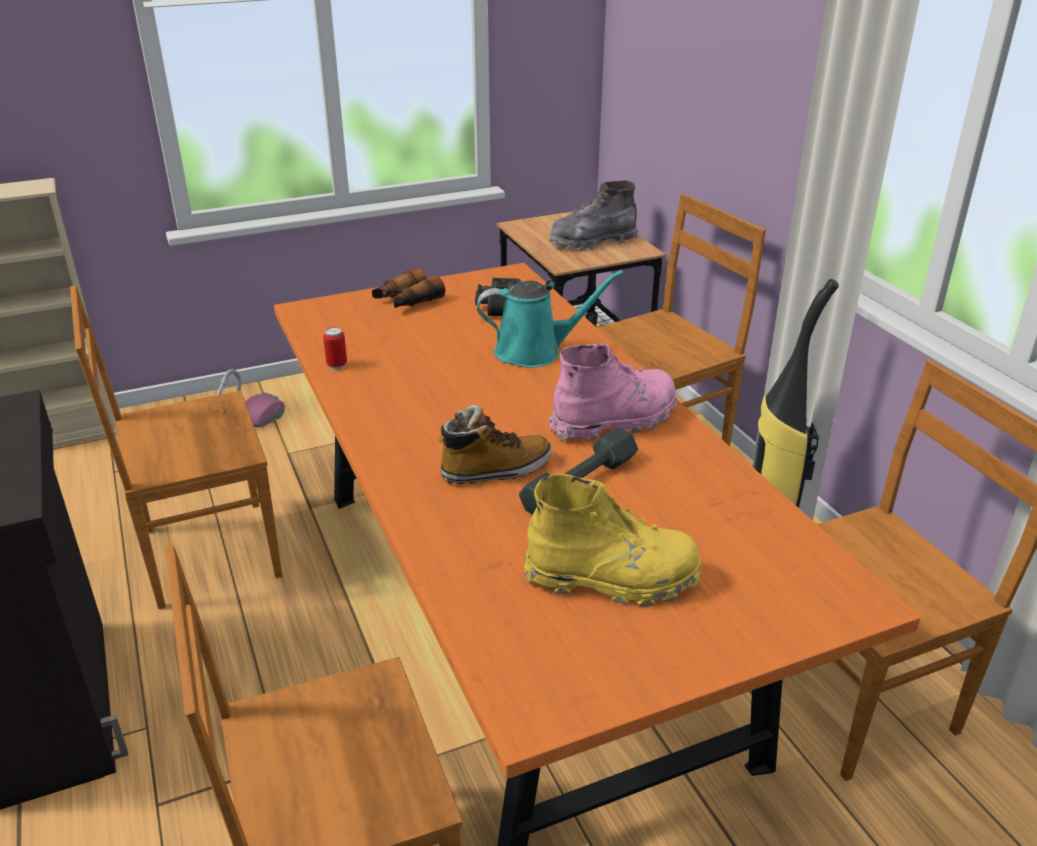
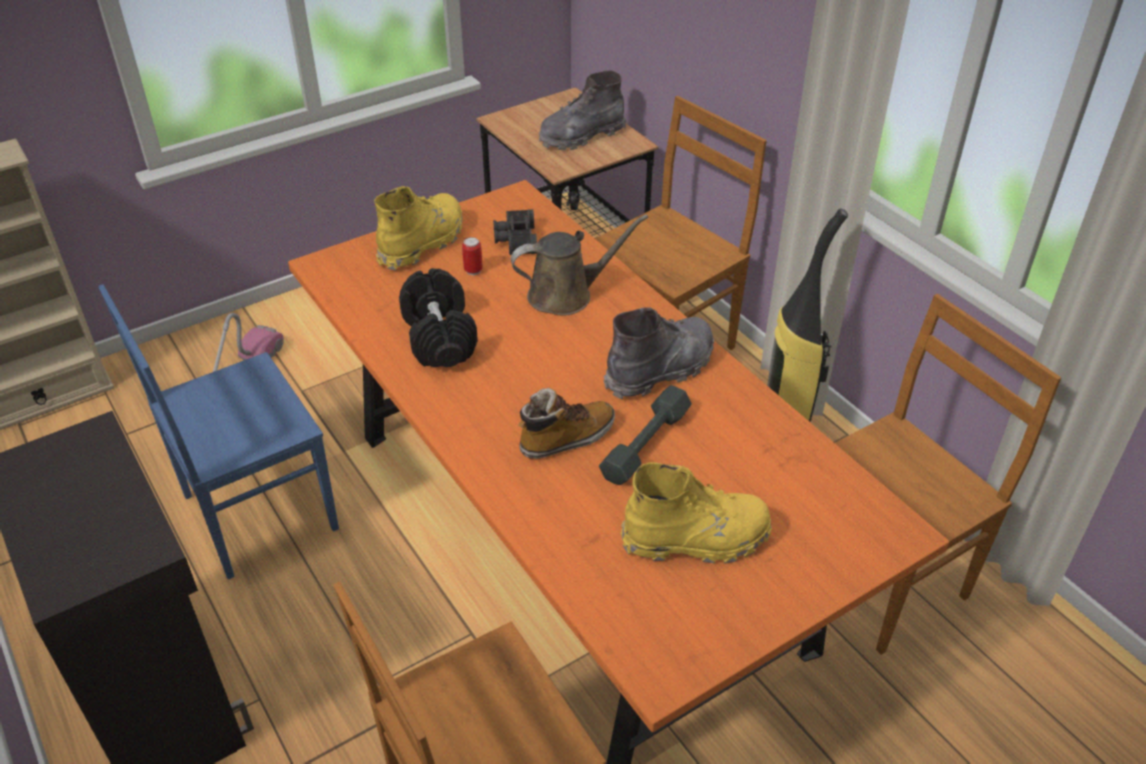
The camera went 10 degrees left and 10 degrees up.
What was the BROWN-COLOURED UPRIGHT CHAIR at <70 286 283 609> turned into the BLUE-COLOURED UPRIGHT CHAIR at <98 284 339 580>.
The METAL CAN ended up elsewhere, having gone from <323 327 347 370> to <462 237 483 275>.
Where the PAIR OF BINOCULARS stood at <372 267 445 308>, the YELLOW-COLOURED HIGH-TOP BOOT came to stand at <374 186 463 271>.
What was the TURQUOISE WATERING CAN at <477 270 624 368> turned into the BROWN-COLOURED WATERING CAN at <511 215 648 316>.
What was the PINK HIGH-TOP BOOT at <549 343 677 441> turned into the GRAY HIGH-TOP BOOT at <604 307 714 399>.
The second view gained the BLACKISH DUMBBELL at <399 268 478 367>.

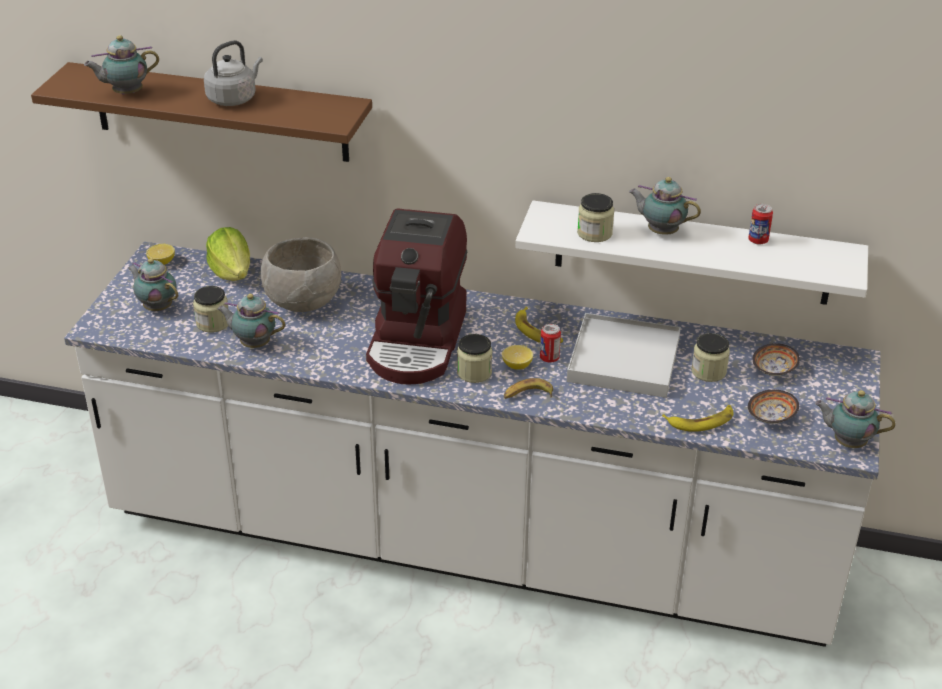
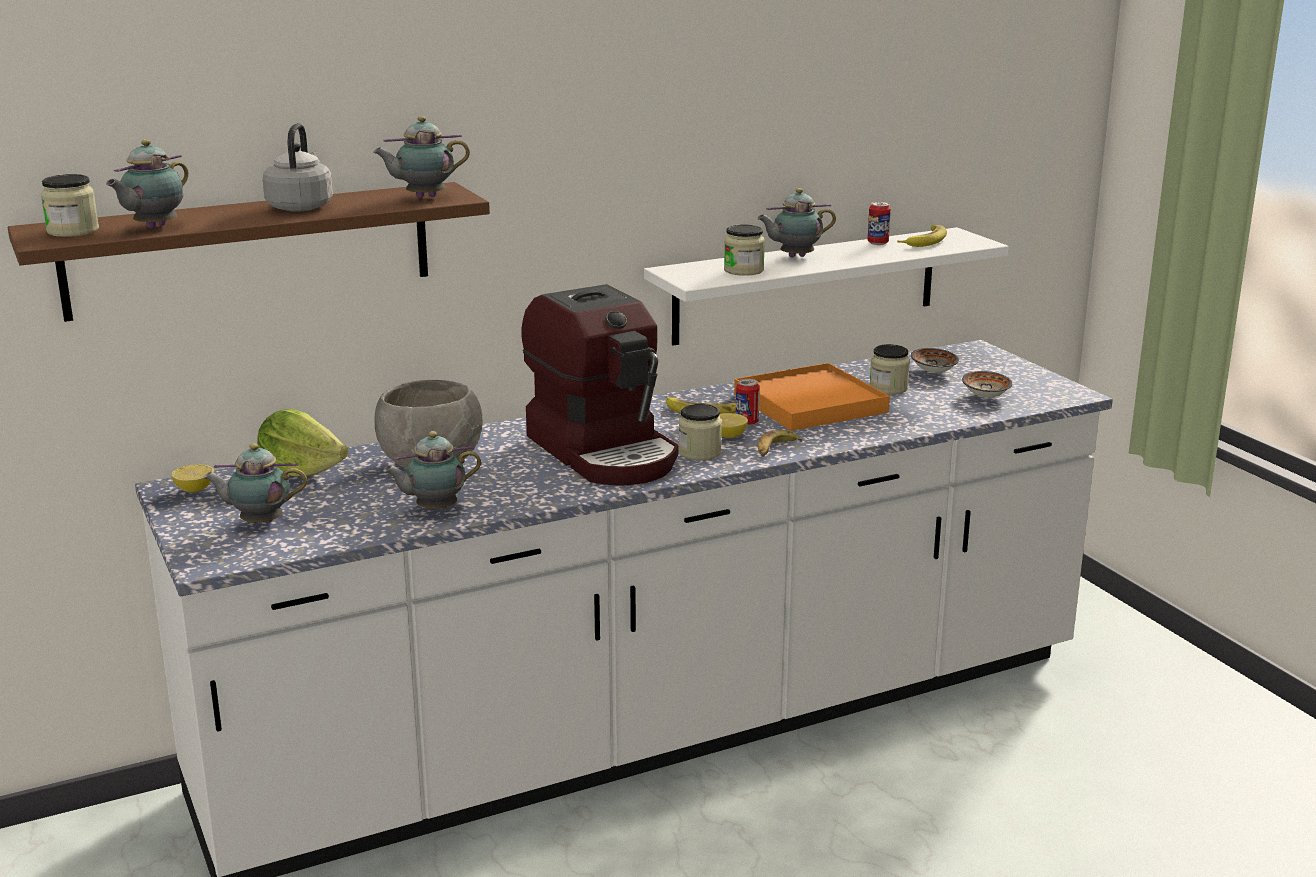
The camera went 40 degrees left and 15 degrees down.
The PRESERVE JAR ended up elsewhere, having gone from <193 286 228 333> to <41 174 99 237>.
What was the WHITE-COLOURED CARRYING TRAY at <567 313 681 398> turned into the ORANGE CARRYING TRAY at <734 363 890 431>.
The WHOLE BANANA ended up elsewhere, having gone from <662 405 733 432> to <897 225 947 247>.
The TEA POT ended up elsewhere, having gone from <815 390 896 448> to <373 116 470 198>.

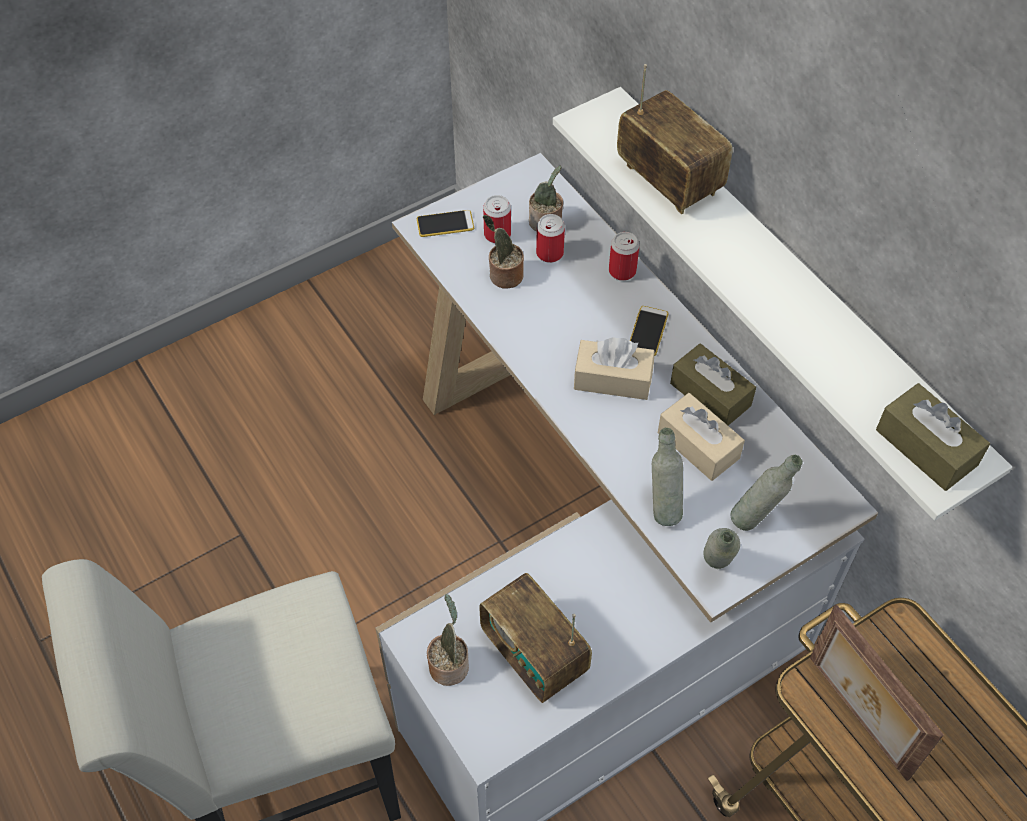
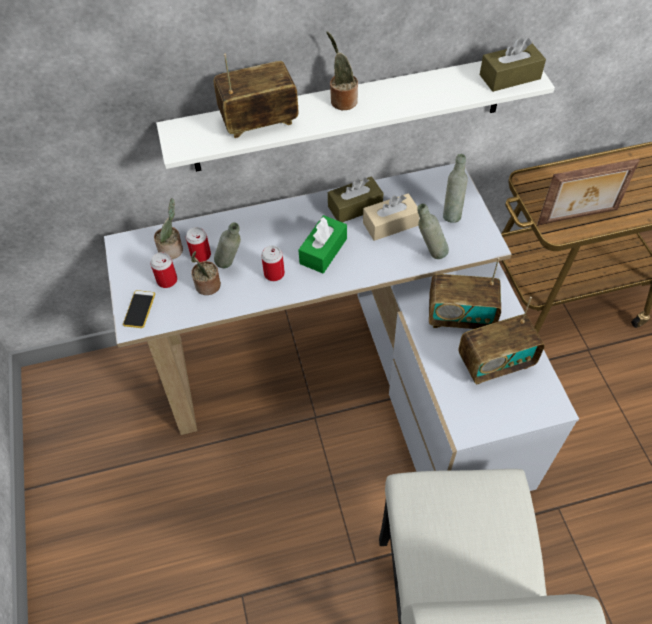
The camera went 70 degrees left and 0 degrees up.
The POTTED PLANT ended up elsewhere, having gone from <427 594 469 686> to <326 32 358 110>.
What was the SAND-COLOURED TISSUE BOX at <574 337 655 400> turned into the GREENISH TISSUE BOX at <298 215 347 273>.
The METAL CAN ended up elsewhere, having gone from <609 232 639 281> to <261 246 285 281>.
The second view lost the TELEPHONE at <630 306 668 356>.
The GRAY BEVERAGE BOTTLE ended up elsewhere, having gone from <703 528 740 569> to <214 222 241 268>.
The second view gained the RADIO RECEIVER at <429 258 501 329>.

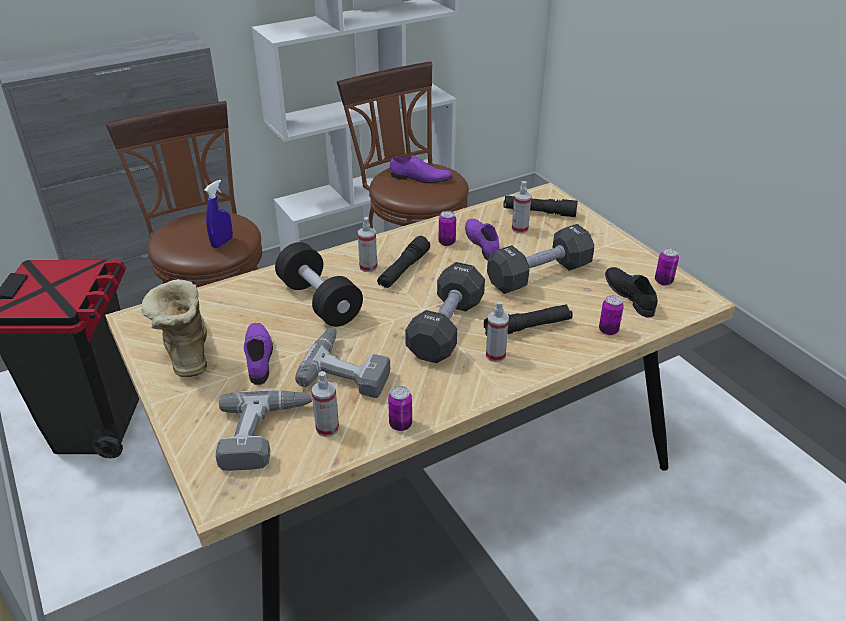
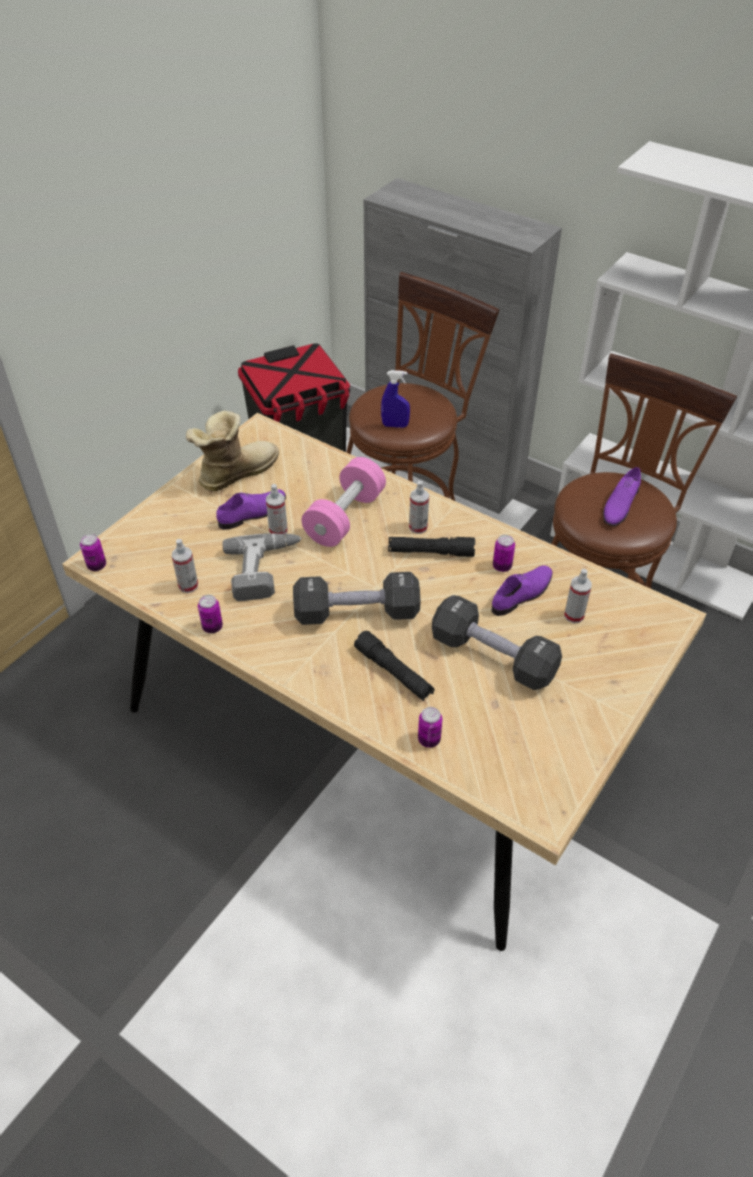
The camera went 65 degrees right and 10 degrees up.
The second view lost the POWER DRILL at <215 390 312 471>.
What was the BLACKISH DUMBBELL at <275 242 363 327> turned into the PINK DUMBBELL at <302 457 386 547>.
The PURPLE-COLOURED ITEM OF FOOTWEAR at <390 155 453 183> ended up facing another way, 45 degrees clockwise from before.
The HAND SPRAYER ended up elsewhere, having gone from <486 301 509 362> to <266 484 288 534>.
The second view lost the BLACKISH HAND TORCH at <503 196 578 217>.
The second view lost the BLACKISH ITEM OF FOOTWEAR at <605 267 658 318>.
The METAL CAN ended up elsewhere, having gone from <655 248 679 285> to <80 534 106 571>.

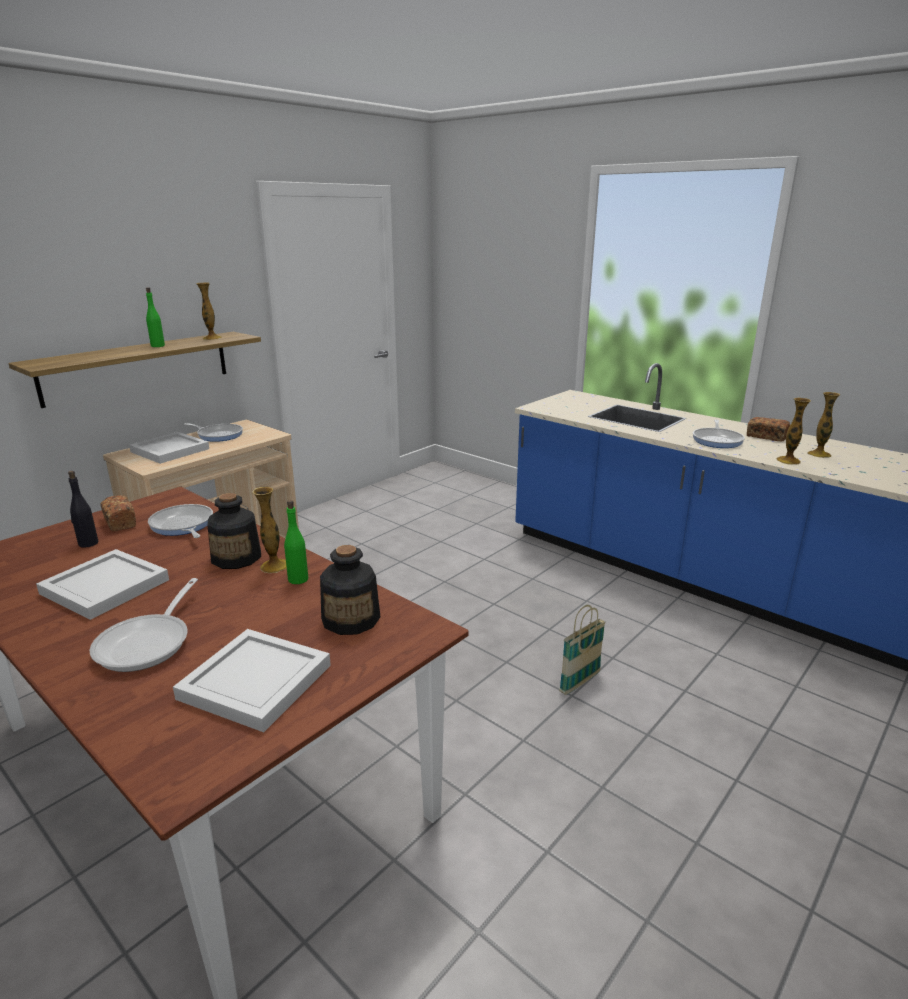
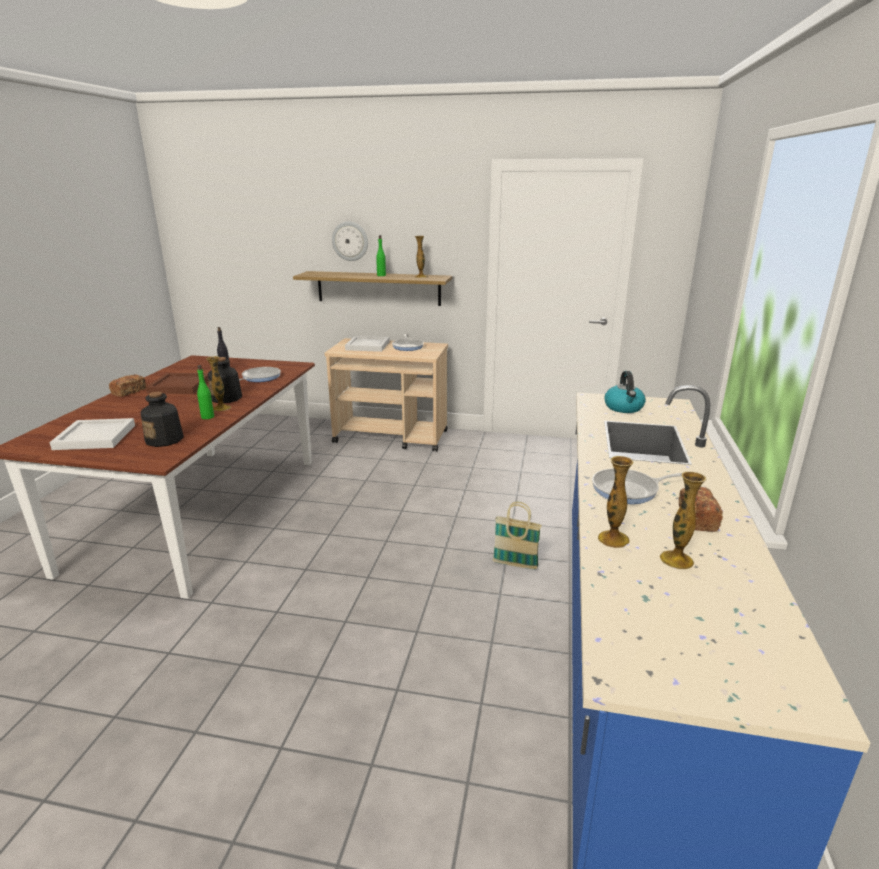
The camera went 60 degrees right and 0 degrees up.
What was the WHITE-COLOURED CARRYING TRAY at <36 549 169 620> turned into the BROWN-COLOURED CARRYING TRAY at <146 373 209 394>.
The second view lost the PAN at <90 578 198 672>.
The BREAD ended up elsewhere, having gone from <100 495 136 531> to <109 374 146 397>.
The HOUSEHOLD BASKET ended up elsewhere, having gone from <559 605 606 695> to <493 502 542 569>.
The second view gained the WALL CLOCK at <332 221 368 261>.
The second view gained the TEA KETTLE at <604 371 646 413>.

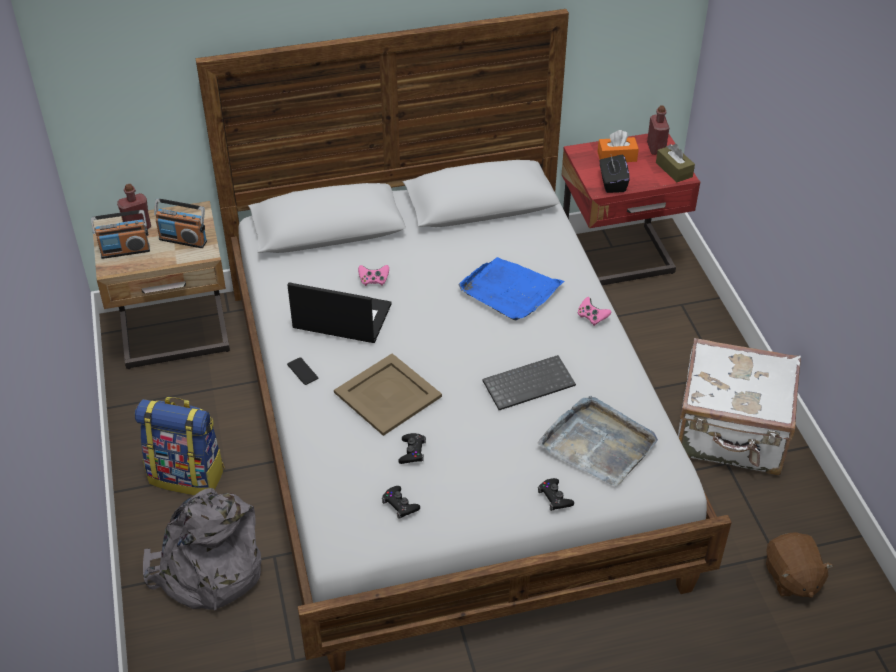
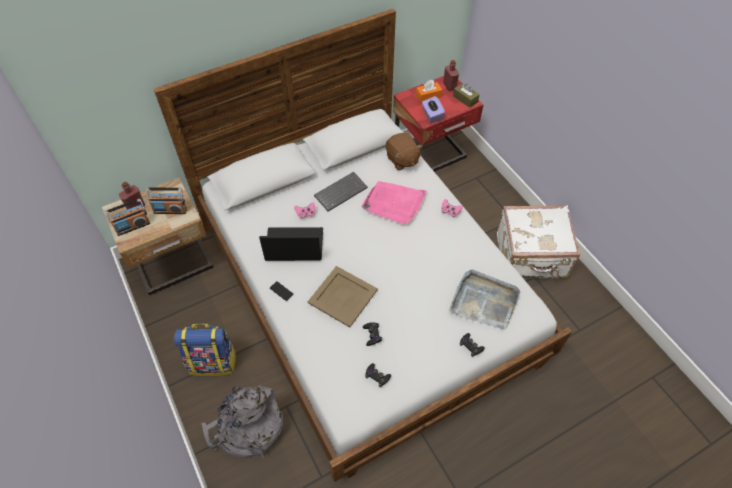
The camera went 15 degrees left and 10 degrees up.
What was the BLUE-COLOURED CARRYING TRAY at <458 257 564 320> turned into the PINK CARRYING TRAY at <362 181 427 224>.
The COMPUTER KEYBOARD ended up elsewhere, having gone from <482 355 576 410> to <314 172 368 211>.
What was the BLACKISH TISSUE BOX at <600 155 630 193> turned into the PURPLE-COLOURED TISSUE BOX at <422 96 445 123>.
The BROWN-COLOURED SOFT TOY ended up elsewhere, having gone from <766 532 834 598> to <386 133 423 170>.

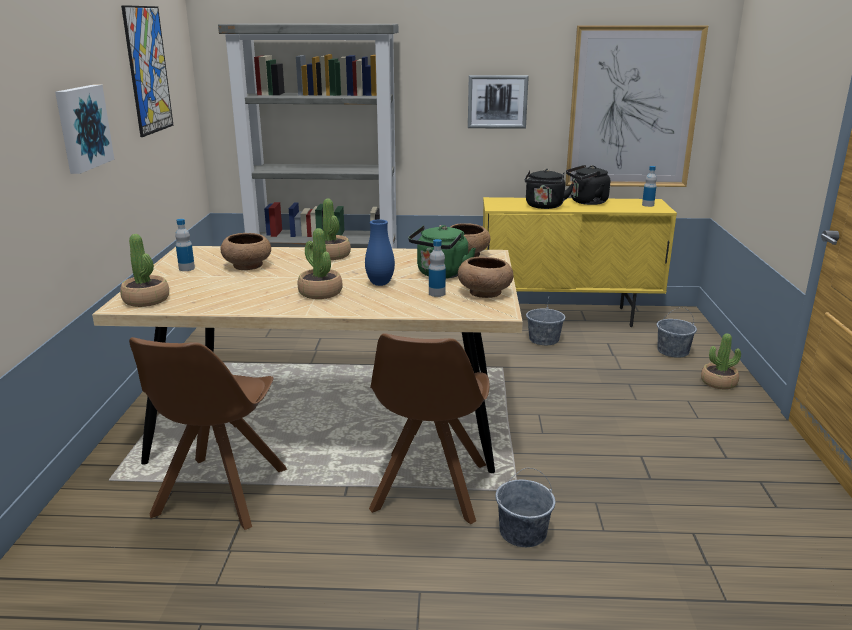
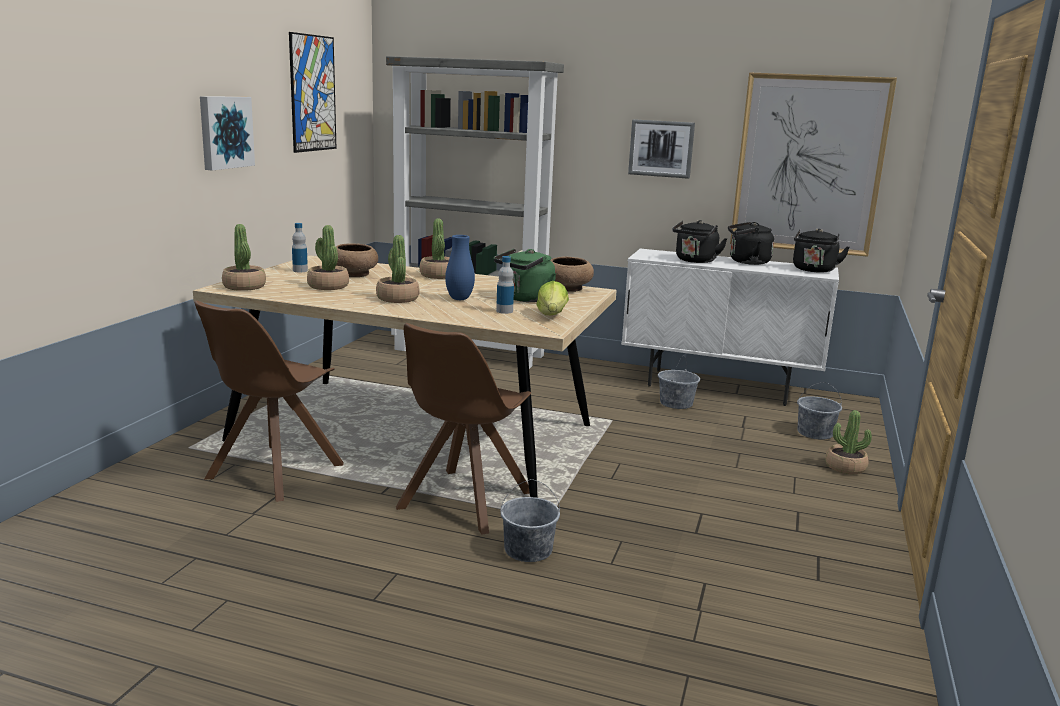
The camera went 15 degrees right and 5 degrees down.
Where the BROWN-COLOURED SERVING BOWL stood at <458 257 514 298>, the LETTUCE HEAD came to stand at <536 281 569 315>.
What was the YELLOW-COLOURED CABINET at <483 197 677 327> turned into the WHITE-COLOURED CABINET at <621 249 839 406>.
Where the BEVERAGE BOTTLE stood at <642 166 657 207>, the BLACKISH TEA KETTLE came to stand at <793 229 850 273>.
The second view gained the POTTED PLANT at <307 225 349 290>.

